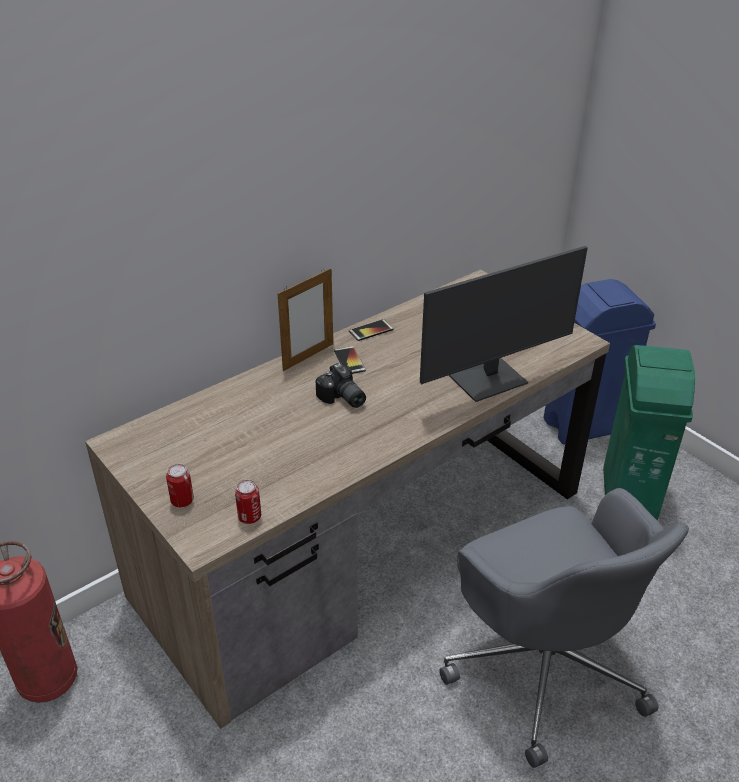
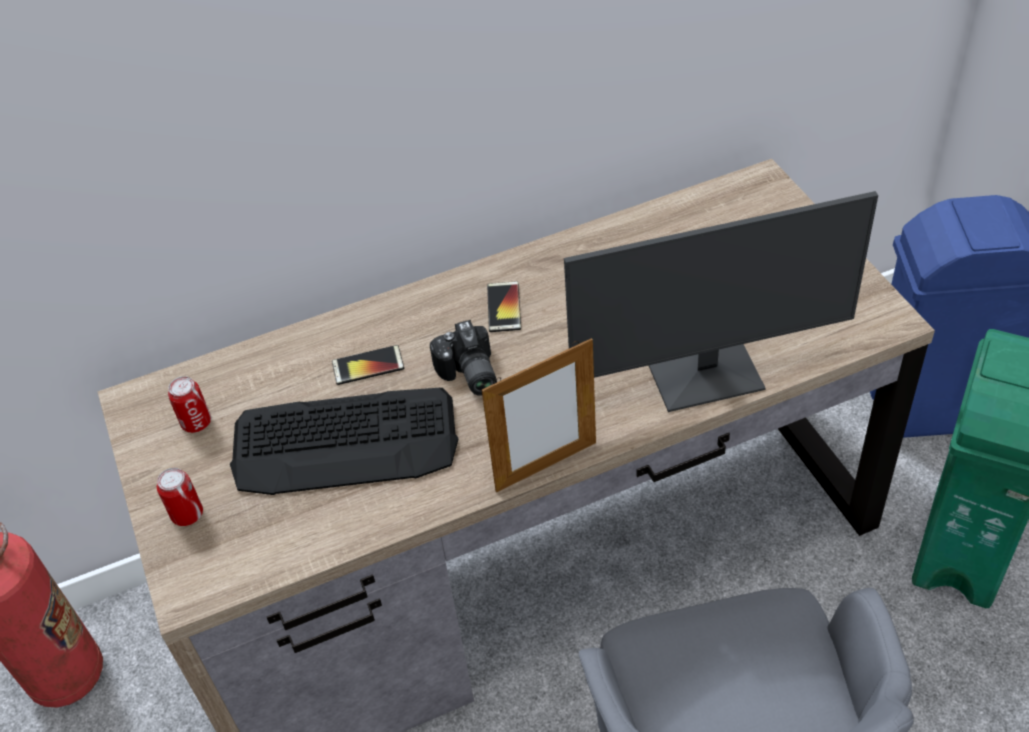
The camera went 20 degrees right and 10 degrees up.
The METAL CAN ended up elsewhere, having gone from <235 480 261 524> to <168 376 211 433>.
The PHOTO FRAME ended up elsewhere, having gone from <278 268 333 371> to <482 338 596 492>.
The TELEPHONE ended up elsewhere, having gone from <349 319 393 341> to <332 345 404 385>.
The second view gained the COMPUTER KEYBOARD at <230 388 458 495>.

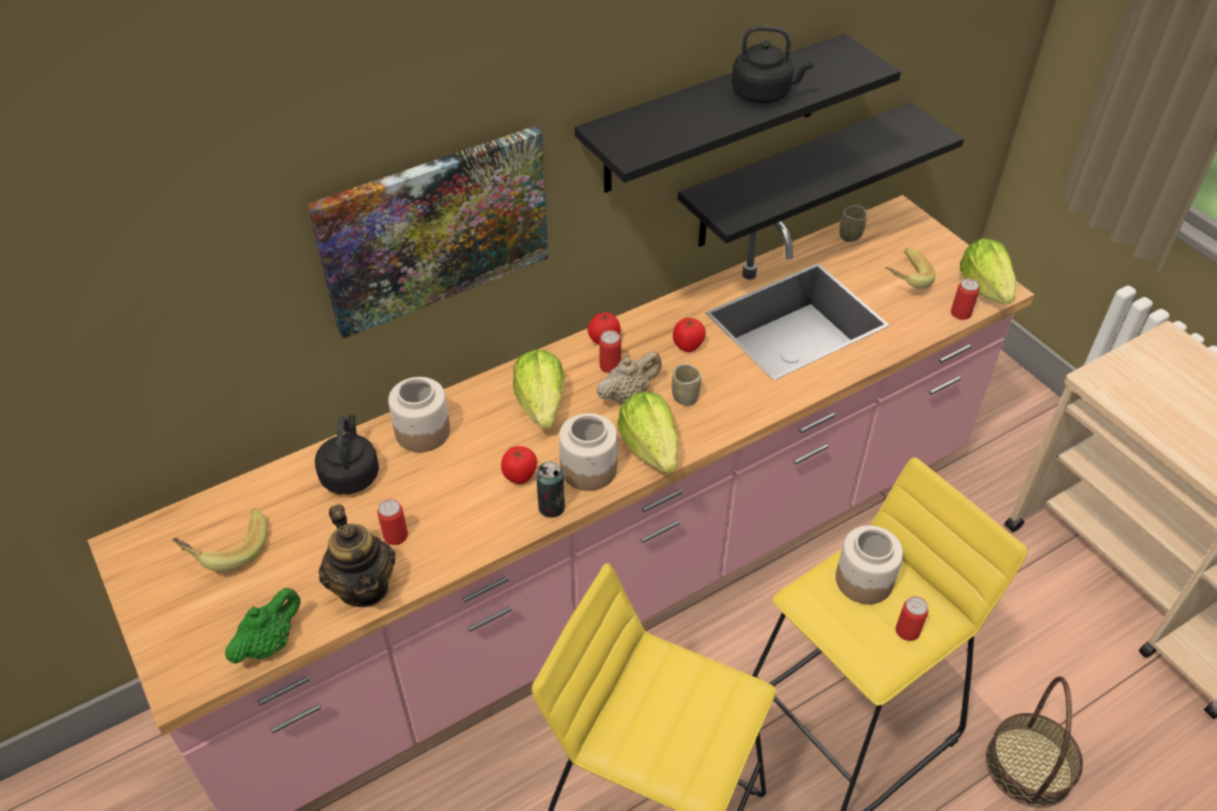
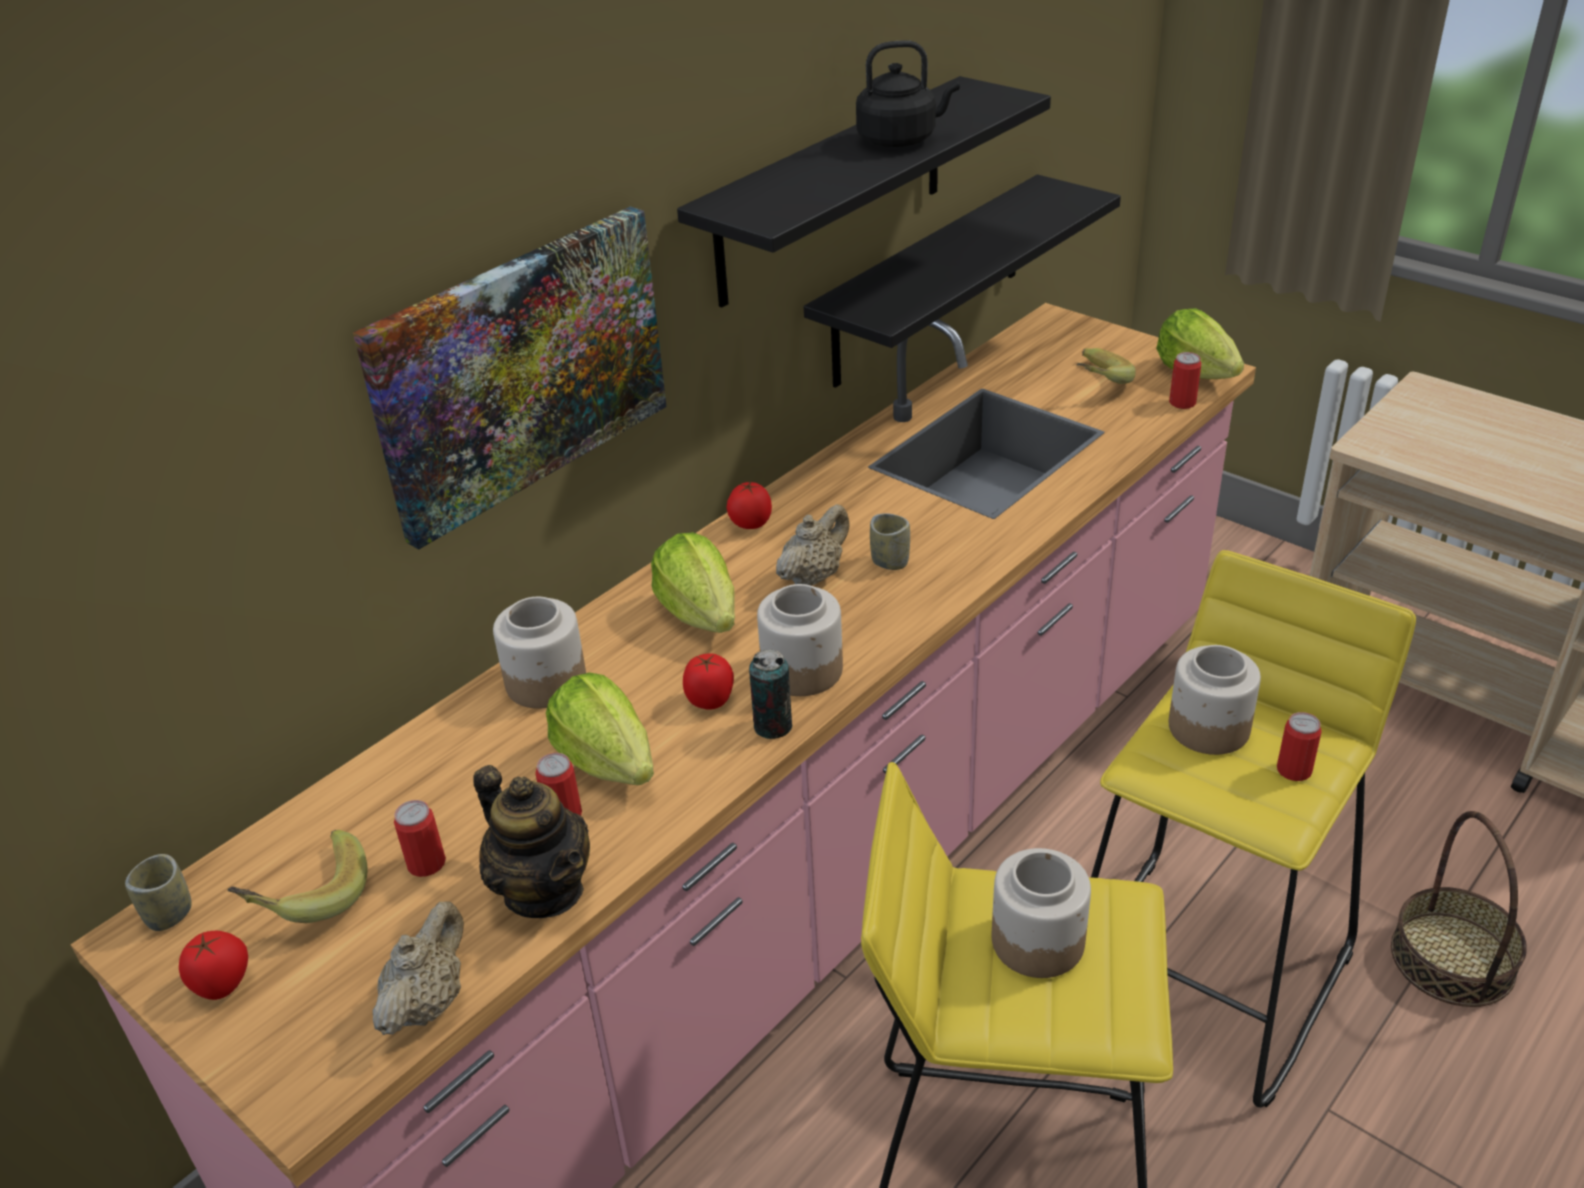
The camera went 15 degrees left and 10 degrees down.
What was the GREENISH TEA POT at <225 588 300 664> turned into the SAND-COLOURED TEA POT at <373 902 464 1035>.
The second view lost the BLACKISH TEA KETTLE at <315 414 379 495>.
The METAL CAN ended up elsewhere, having gone from <599 330 621 373> to <394 800 446 877>.
The LETTUCE HEAD ended up elsewhere, having gone from <617 392 678 473> to <546 672 654 785>.
The WHOLE TOMATO ended up elsewhere, having gone from <673 318 706 352> to <179 931 248 1000>.
The SMALL CUP ended up elsewhere, having gone from <840 205 867 242> to <125 854 192 931>.
The second view gained the PRESERVE JAR at <992 848 1091 978>.

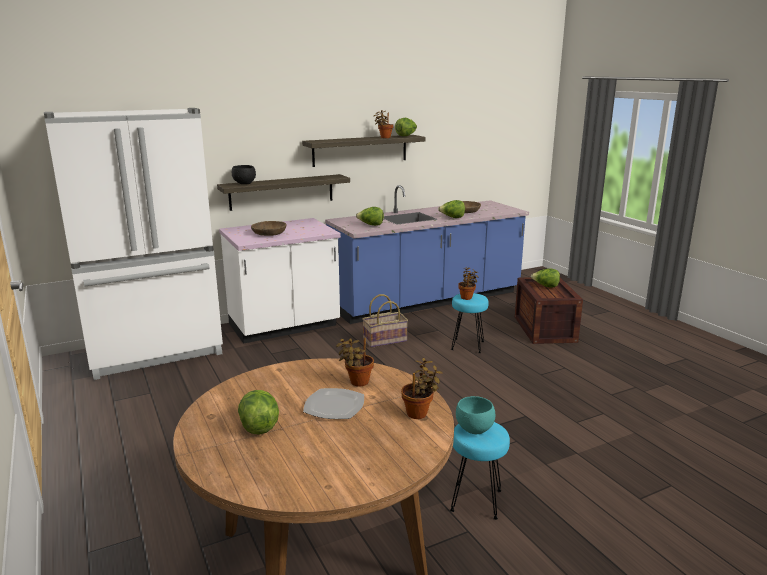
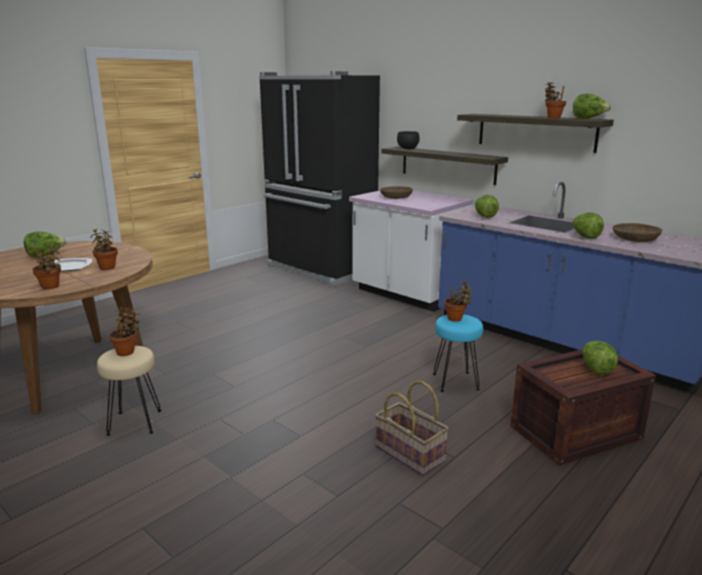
The camera went 70 degrees right and 0 degrees up.
What was the WHITE-COLOURED KITCHEN FRIDGE at <44 108 223 380> turned into the BLACKISH KITCHEN FRIDGE at <259 71 380 287>.
The HOUSEHOLD BASKET ended up elsewhere, having gone from <362 294 408 348> to <375 381 449 476>.
What was the TURQUOISE SITTING STOOL at <450 422 510 520> turned into the SAND-COLOURED SITTING STOOL at <97 346 162 436>.
Where the TURQUOISE SERVING BOWL stood at <456 396 495 434>, the POTTED PLANT came to stand at <109 307 140 356>.

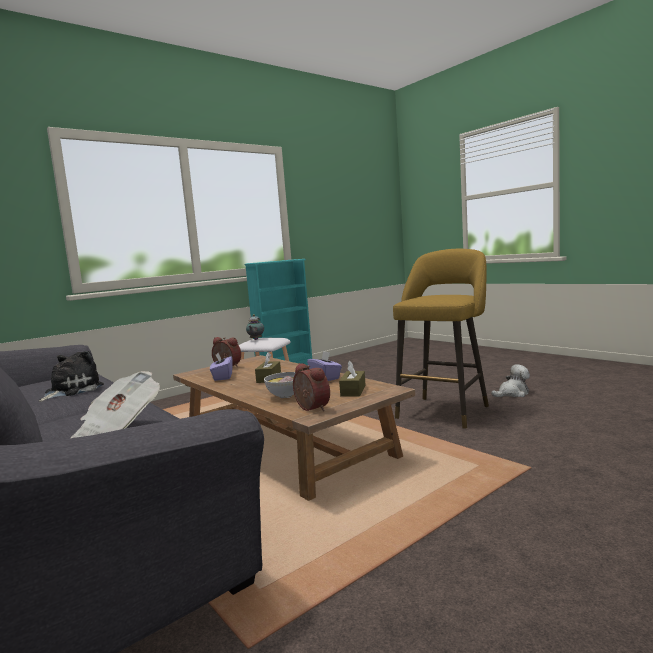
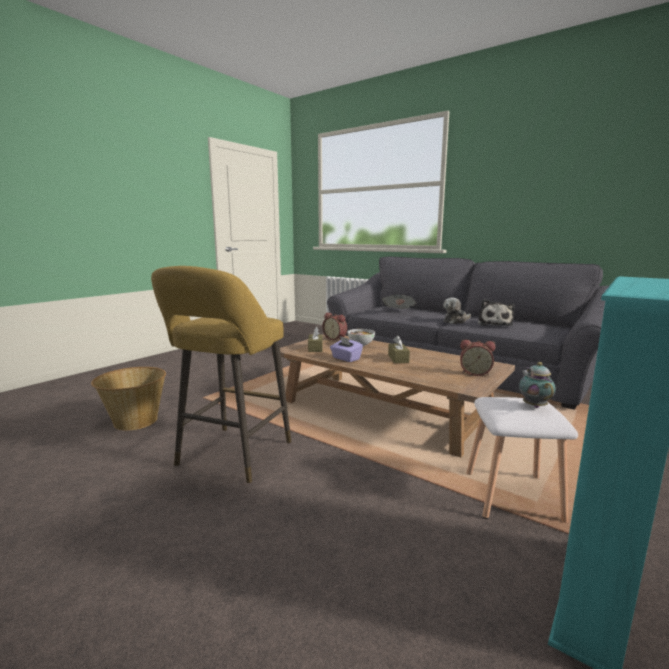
The camera went 165 degrees right and 5 degrees up.
The second view lost the PURPLE-COLOURED TISSUE BOX at <210 353 233 381>.
The SOFT TOY ended up elsewhere, having gone from <491 364 530 397> to <443 298 471 324>.
The second view gained the HOUSEHOLD BASKET at <91 367 166 431>.

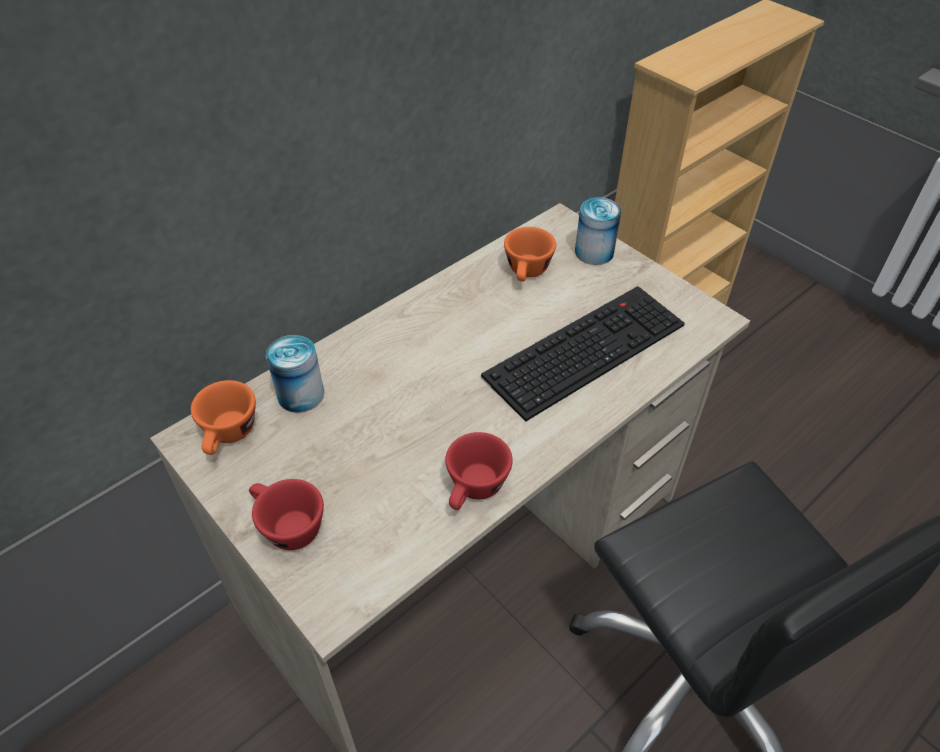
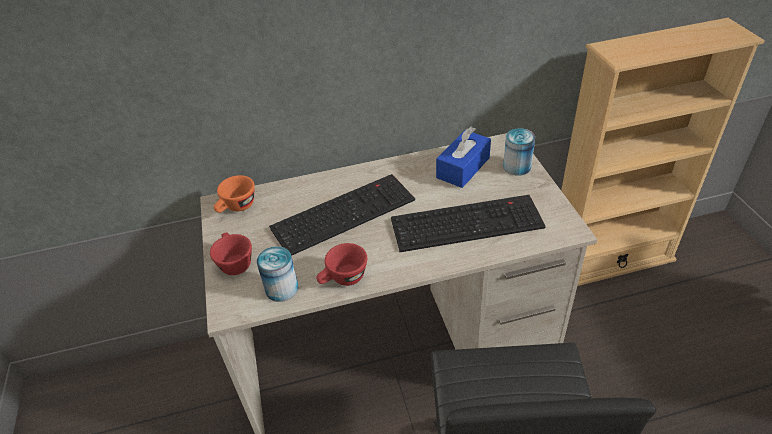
The camera went 30 degrees right and 5 degrees down.
The METAL CAN ended up elsewhere, having gone from <266 335 324 413> to <257 246 298 302>.
Where the ORANGE SMALL CUP stood at <504 227 556 282>, the BLUE-COLOURED TISSUE BOX came to stand at <436 127 491 188>.
The second view gained the COMPUTER KEYBOARD at <269 174 415 256>.

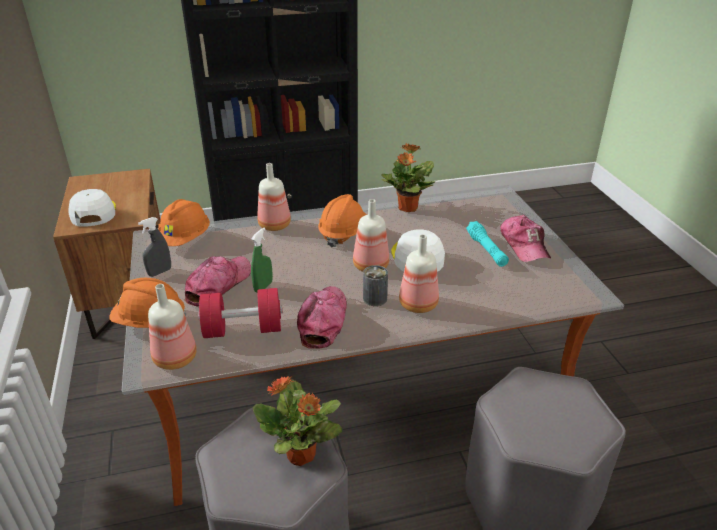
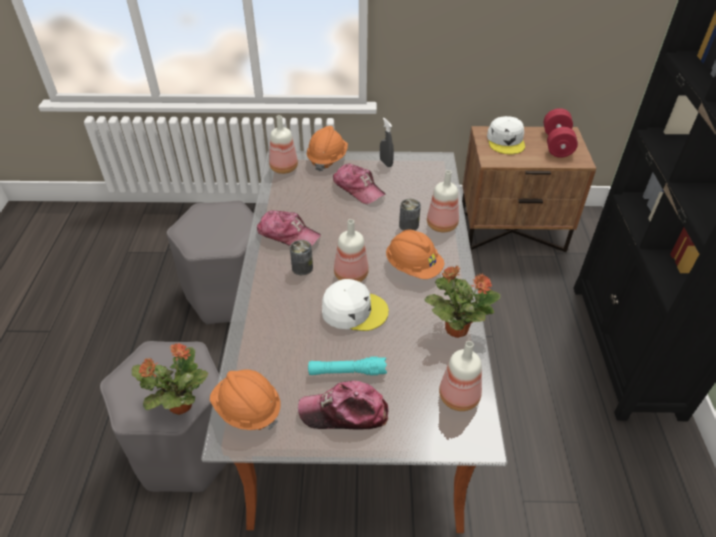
The camera went 105 degrees right and 10 degrees up.
The WHITE-COLOURED PEAKED CAP at <68 189 116 227> ended up facing another way, 90 degrees clockwise from before.
The ORANGE HARD HAT ended up elsewhere, having gone from <158 199 210 246> to <210 369 280 430>.
The REDDISH DUMBBELL ended up elsewhere, having gone from <198 288 283 338> to <544 108 578 158>.
The second view lost the GREENISH HAND SPRAYER at <251 228 273 293>.
The POTTED PLANT ended up elsewhere, having gone from <253 376 342 466> to <132 343 209 415>.
The BEVERAGE BOTTLE ended up elsewhere, having gone from <399 234 439 313> to <439 341 482 411>.
The second view gained the METAL CAN at <399 199 421 231>.

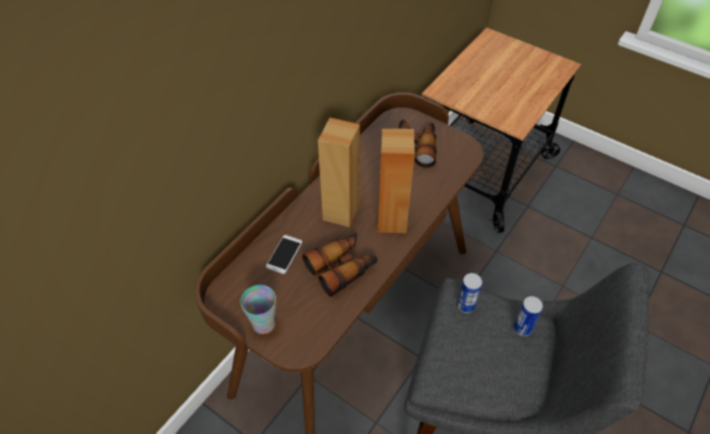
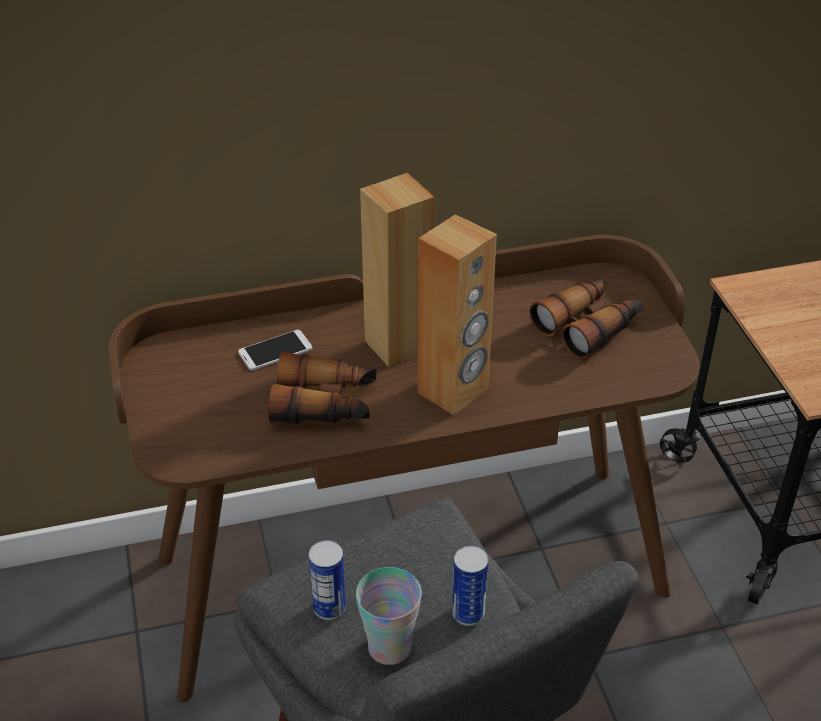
The camera went 40 degrees right and 10 degrees down.
The SMALL CUP ended up elsewhere, having gone from <240 285 276 334> to <356 567 422 665>.
The METAL CAN ended up elsewhere, having gone from <457 273 482 313> to <309 540 346 621>.

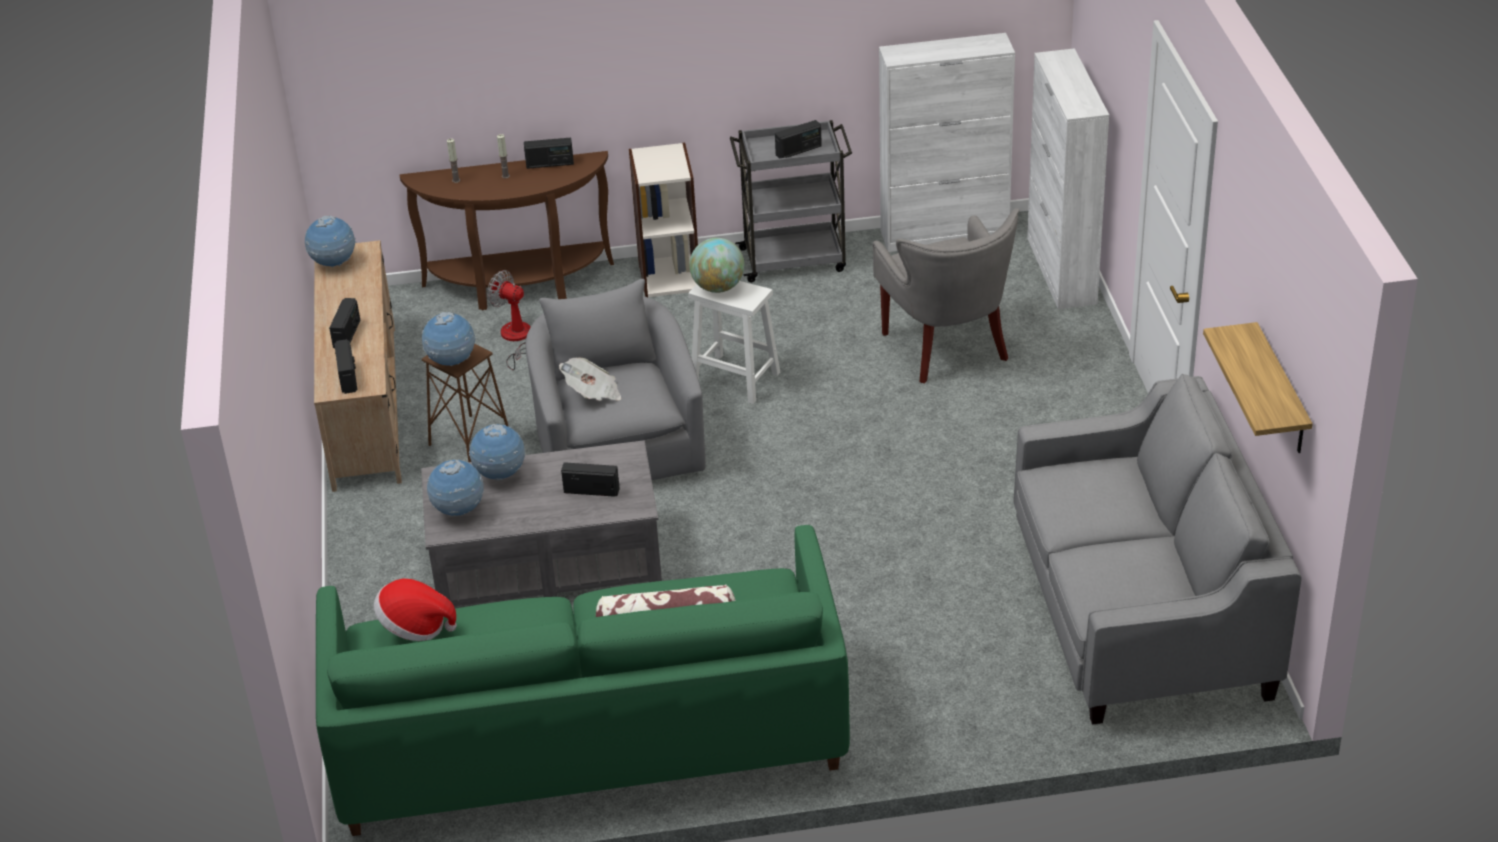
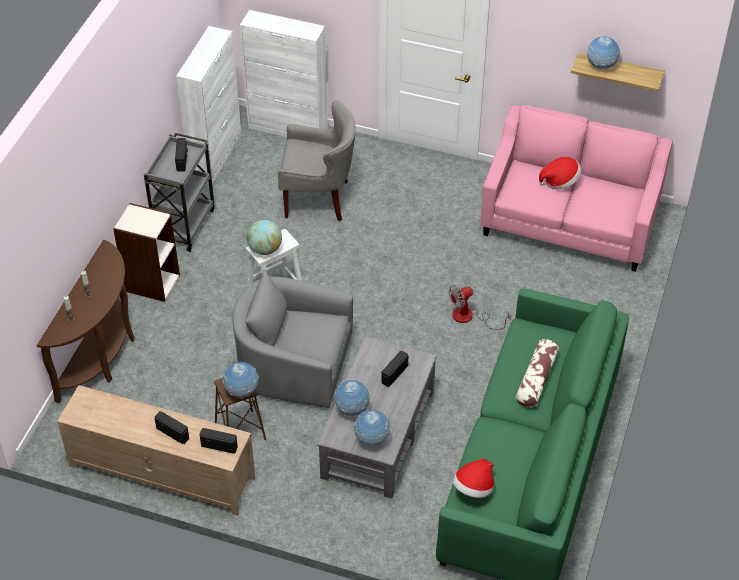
The camera went 65 degrees left and 10 degrees up.
The GLOBE ended up elsewhere, having gone from <305 215 356 267> to <587 36 620 69>.
The COOLING FAN ended up elsewhere, having gone from <487 270 530 370> to <449 285 511 330>.
The second view lost the RADIO RECEIVER at <524 138 574 169>.
The second view lost the NEWSPAPER at <559 357 621 401>.
What was the GRAY SETTEE at <1013 374 1302 725> turned into the PINK SETTEE at <480 105 673 272>.
The second view gained the HAT at <539 157 581 190>.

